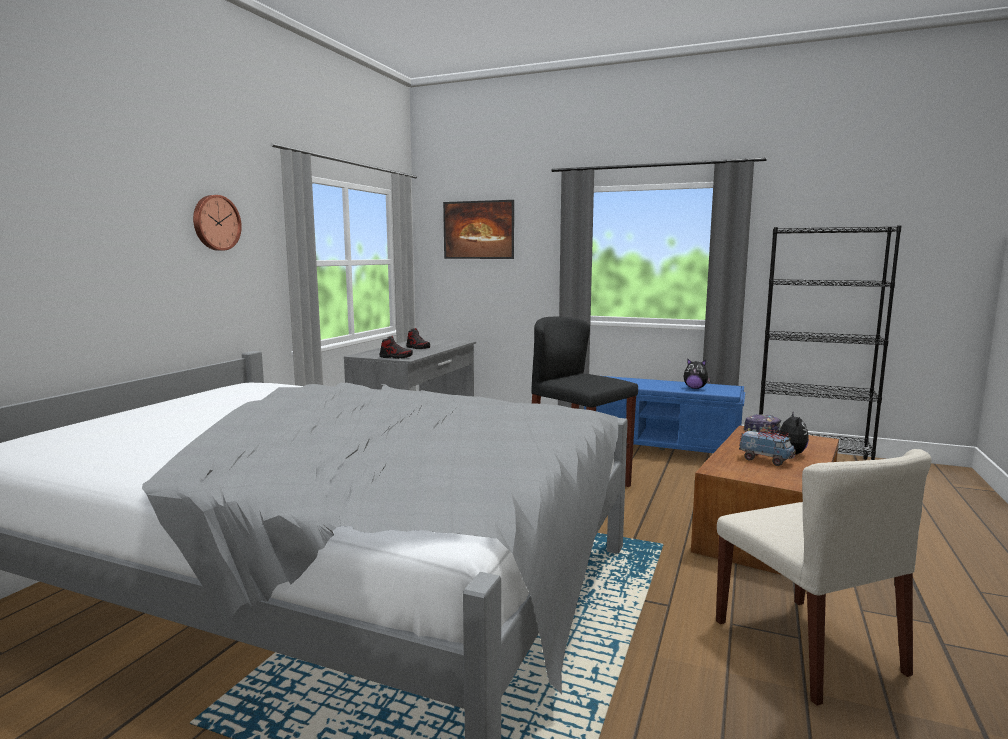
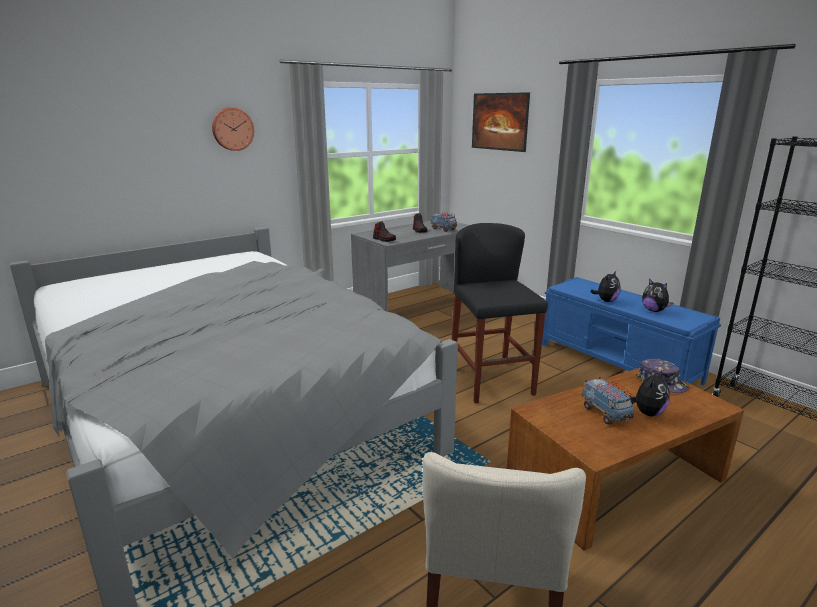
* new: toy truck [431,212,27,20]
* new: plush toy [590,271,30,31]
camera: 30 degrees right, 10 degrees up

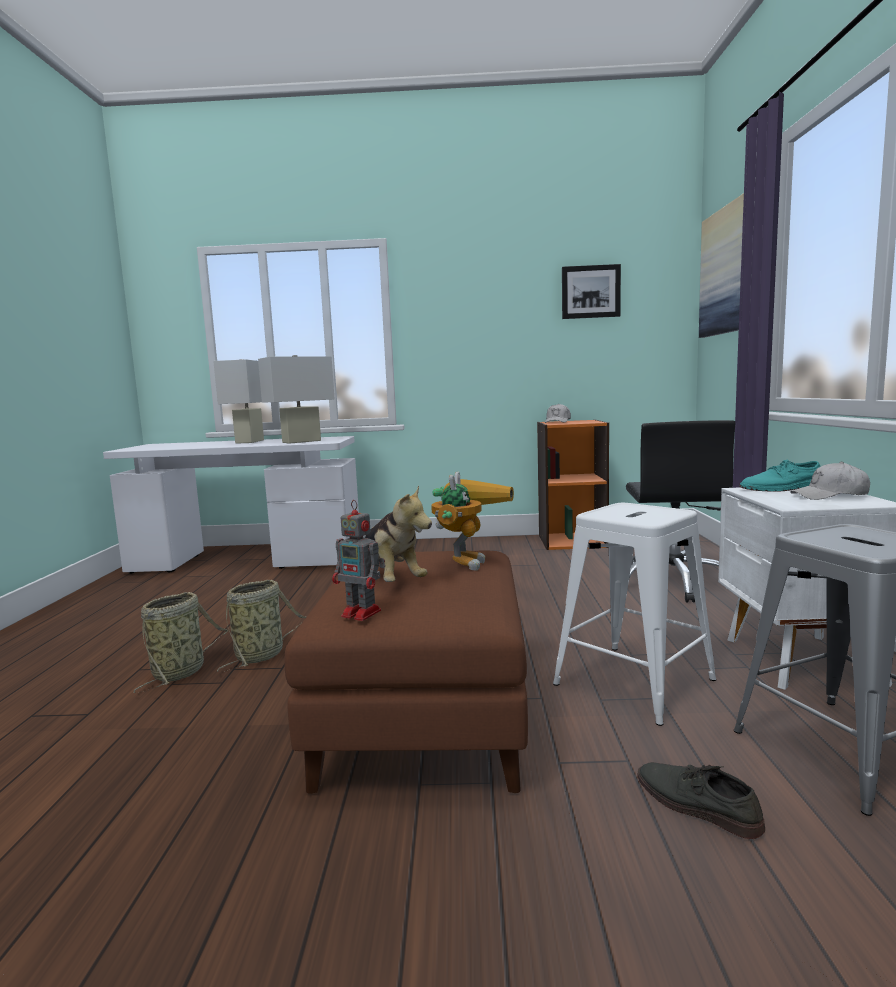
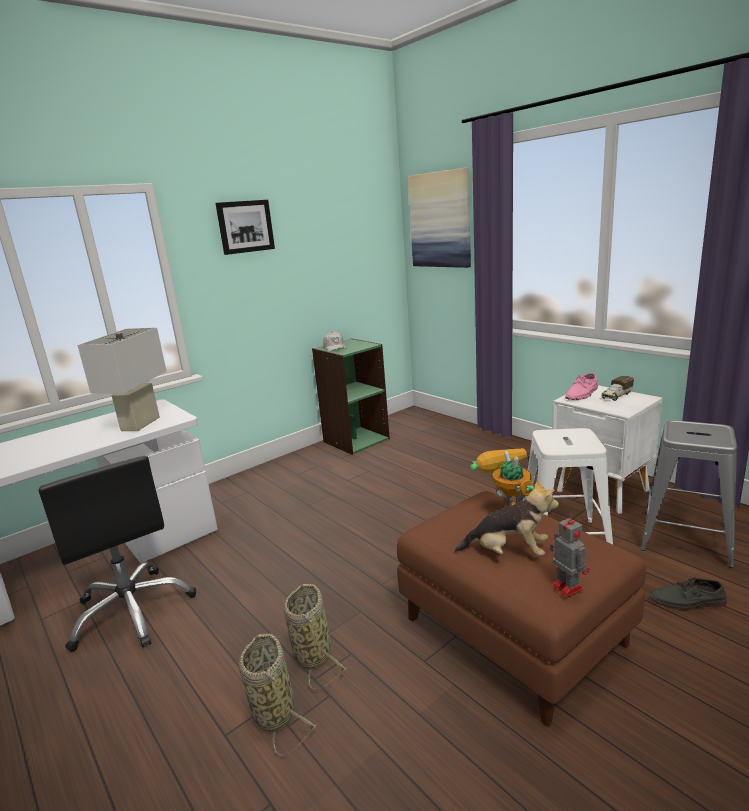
* gone: white table lamp [213,359,51,85]
* rotated: toy robot [332,500,53,121] = [550,513,40,85] 105 degrees counterclockwise
* repainted: orange bookcase [537,420,72,130] to green bookcase [312,338,78,117]
* shifted: picture [562,264,59,55] to [216,200,59,55]
* shifted: black office chair [626,420,109,182] to [38,456,158,196]
* repainted: turquoise shoe [739,460,82,32] to pink shoe [565,373,33,27]
* swapped: white cap [790,462,80,38] to toy truck [601,376,33,25]
camera: 40 degrees left, 10 degrees up

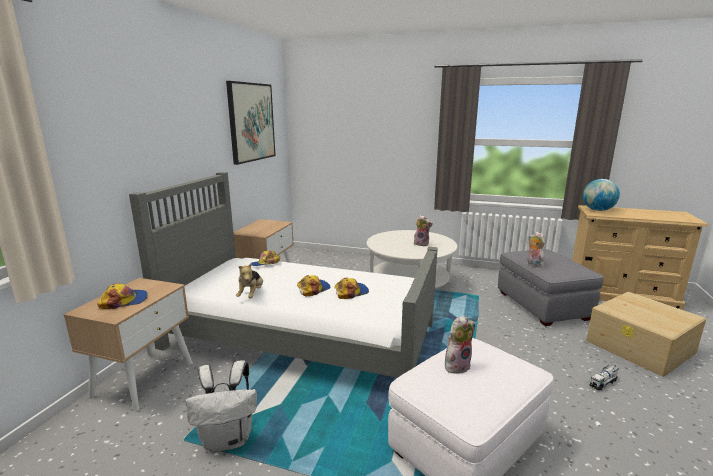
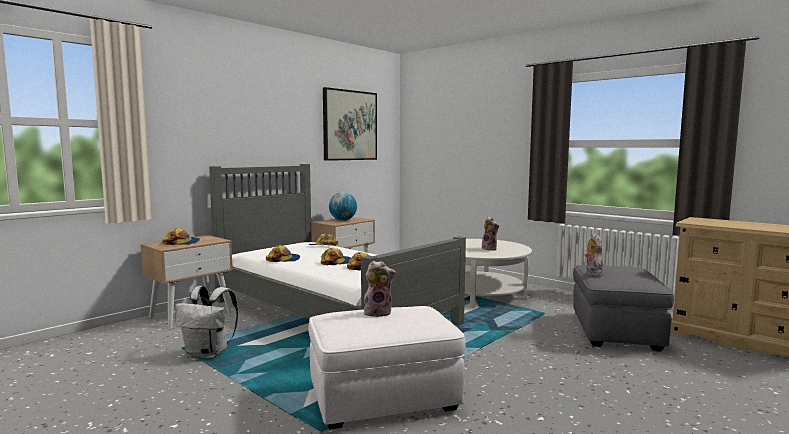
* swapped: plush toy [236,263,27,35] to cap [266,245,34,17]
* shifted: globe [583,179,37,32] to [329,192,28,29]
* gone: beige storage box [586,292,120,85]
* gone: toy truck [589,365,30,26]
camera: 25 degrees right, 10 degrees down

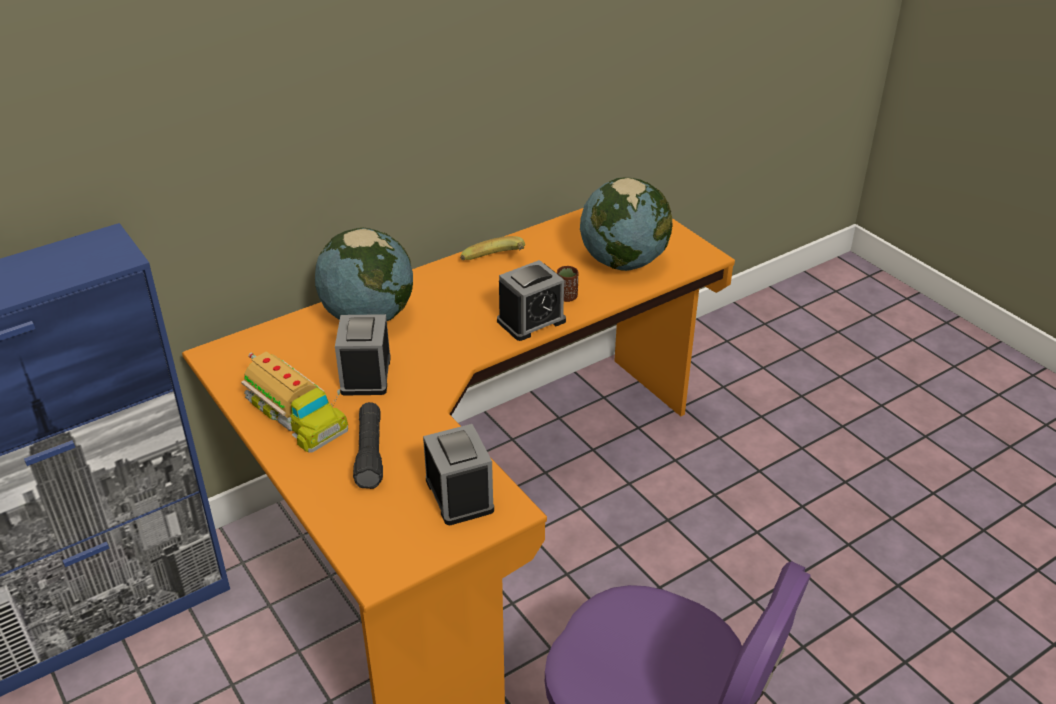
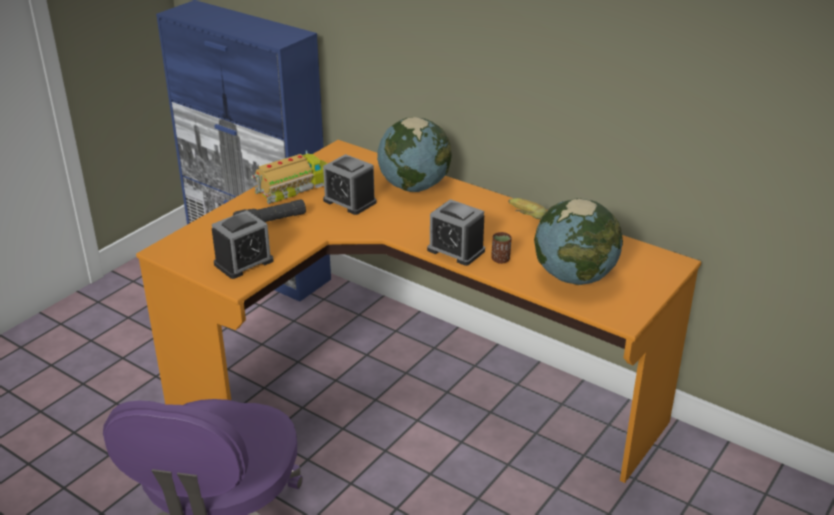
* rotated: toy truck [241,351,107,102] = [251,150,77,54] 150 degrees counterclockwise
* rotated: alarm clock [335,314,56,82] = [323,154,53,61] 120 degrees counterclockwise
camera: 70 degrees right, 5 degrees down

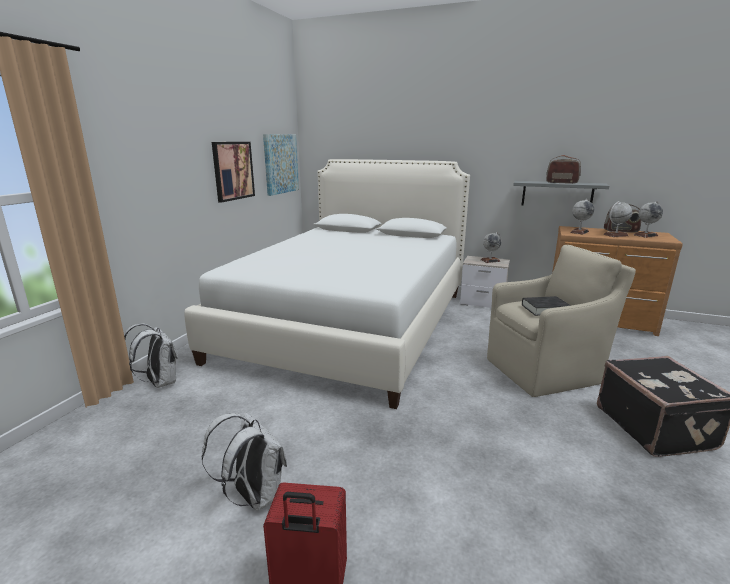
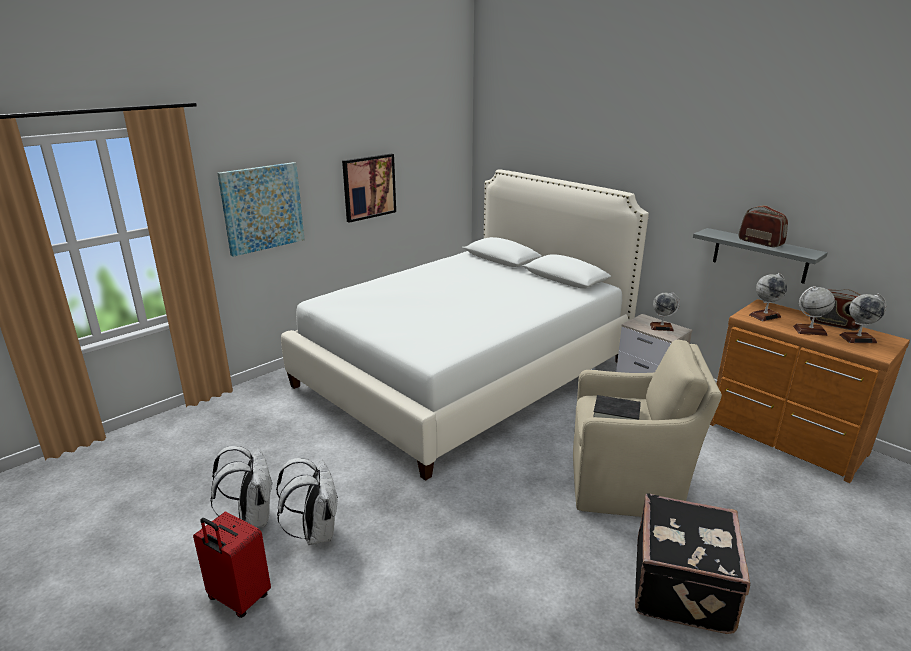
* shifted: white backpack [124,324,54,64] to [276,458,62,87]
* shifted: picture [263,134,36,62] to [218,162,87,95]
camera: 25 degrees right, 5 degrees up

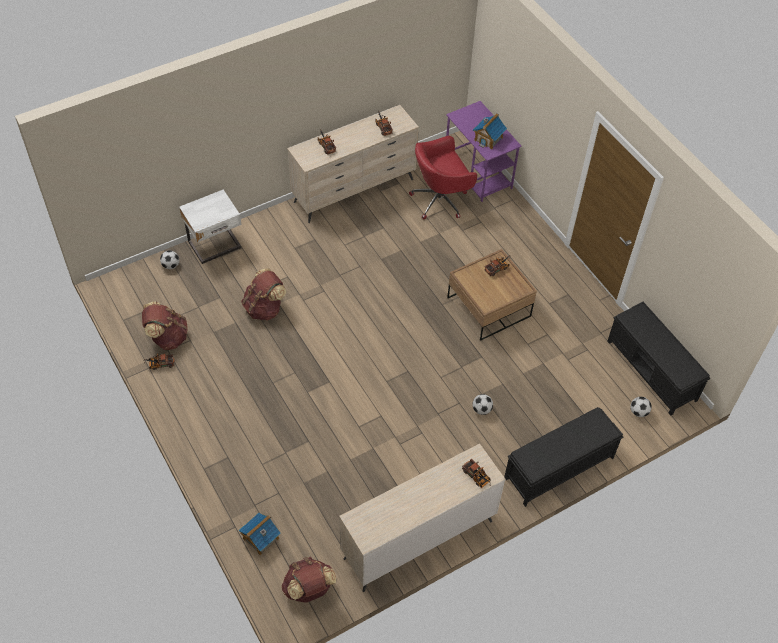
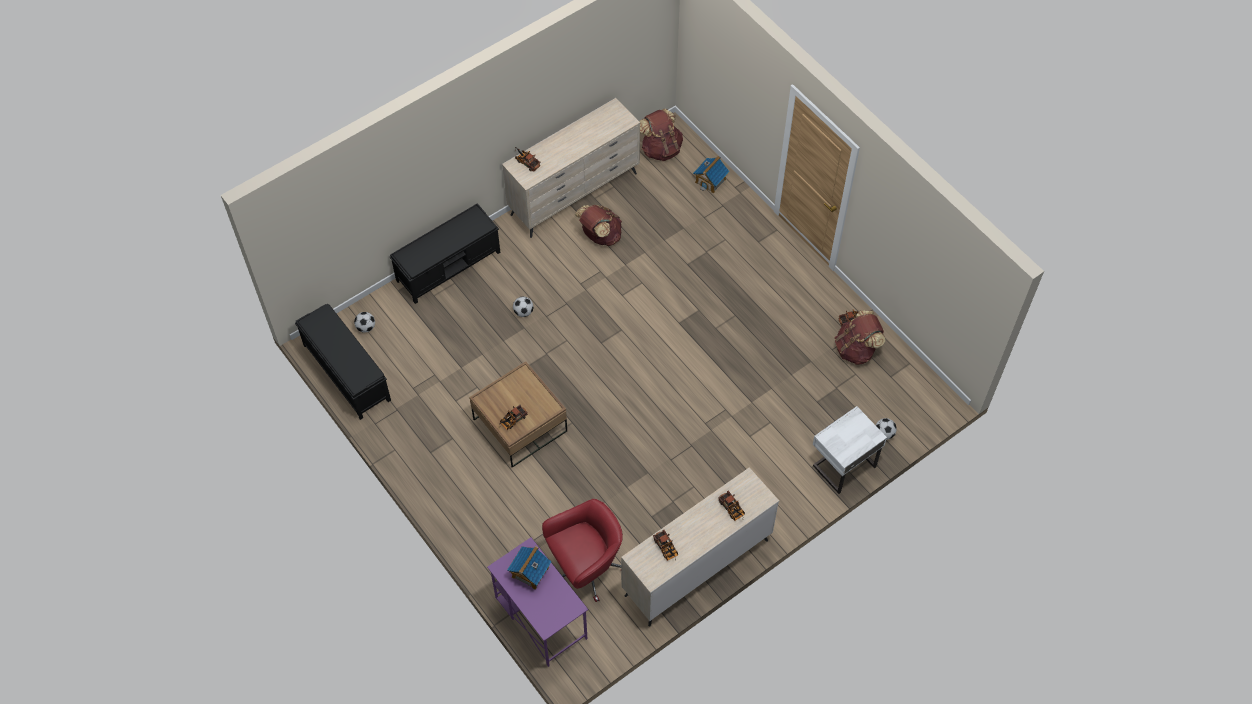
* shifted: brown backpack [241,268,45,53] to [575,205,47,41]
camera: 175 degrees right, 5 degrees up

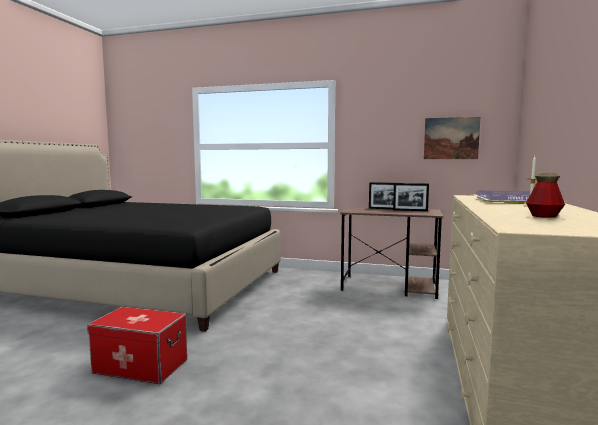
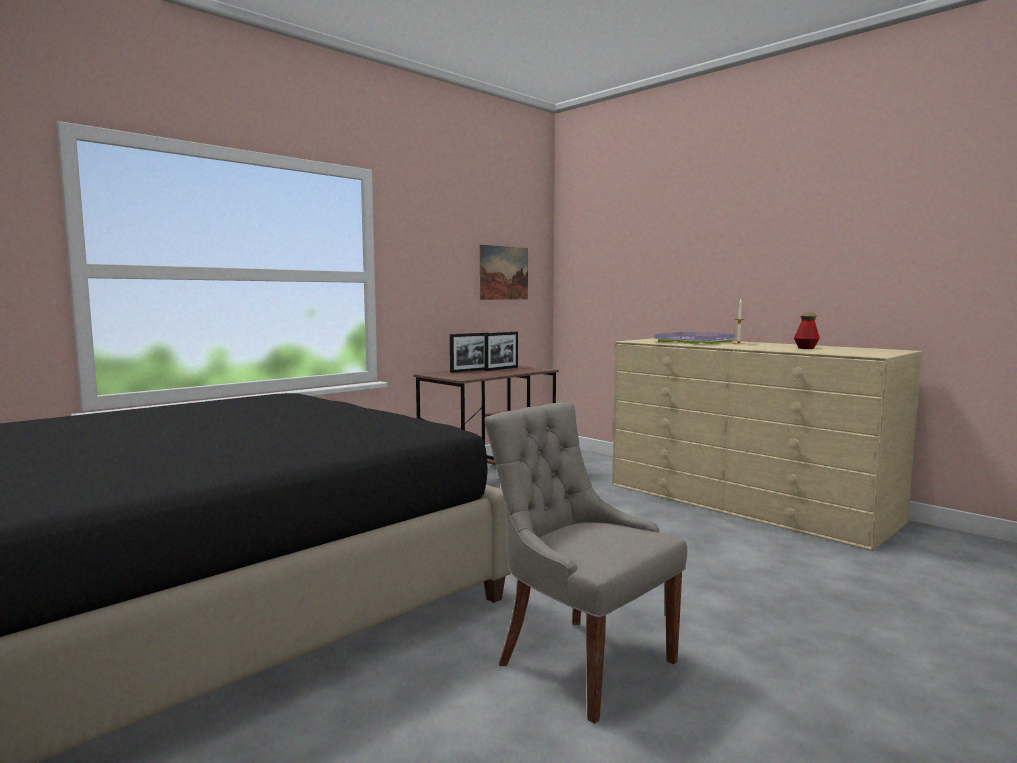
* swapped: storage box [87,307,100,77] to grey chair [484,402,203,322]
camera: 60 degrees left, 0 degrees up

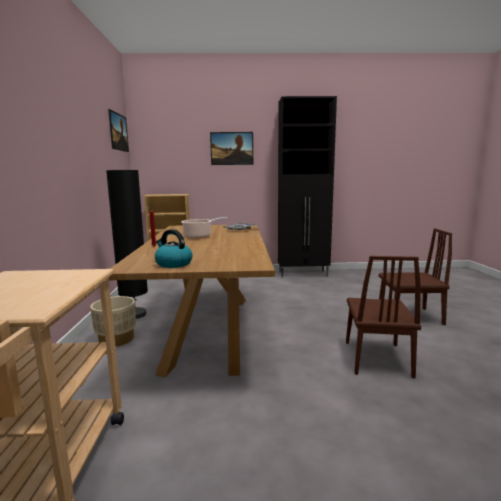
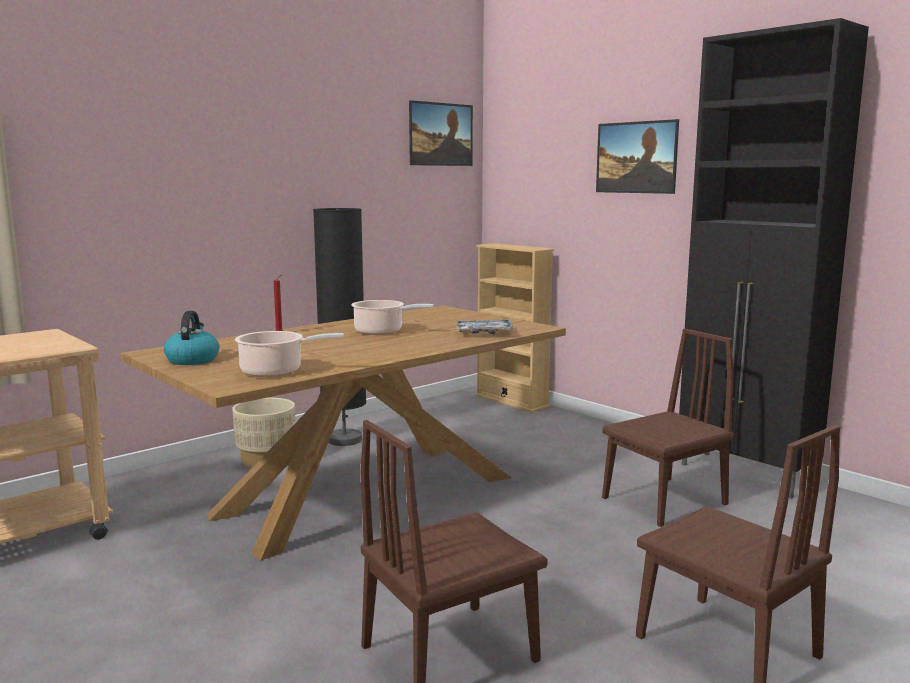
* new: cooking pot [235,331,109,46]
* new: brown chair [602,329,132,198]
camera: 50 degrees right, 0 degrees up

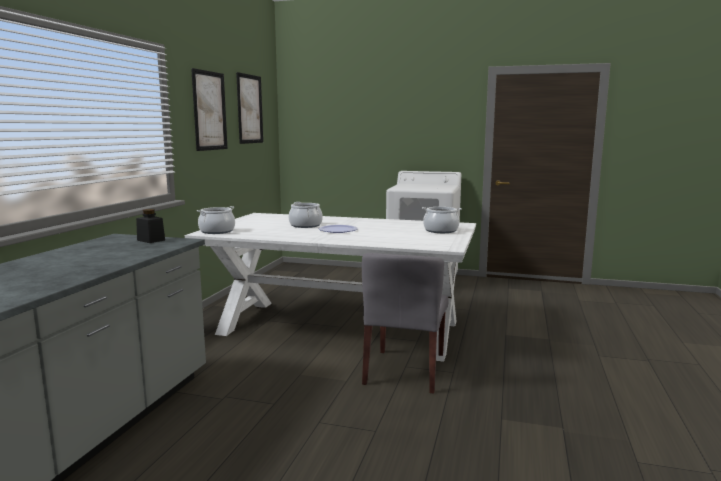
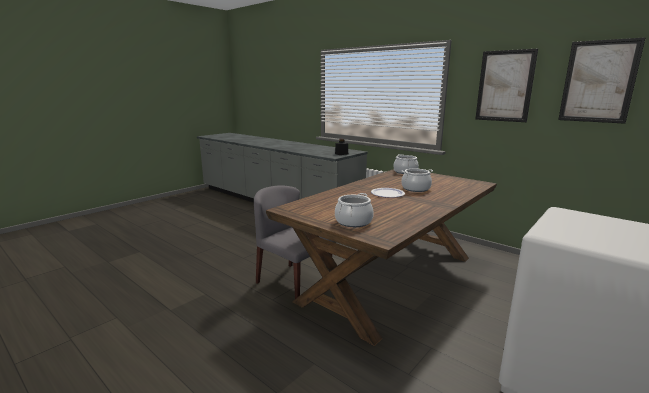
* repainted: white dining table [185,213,291,149] to brown dining table [266,169,231,177]
camera: 115 degrees right, 5 degrees up

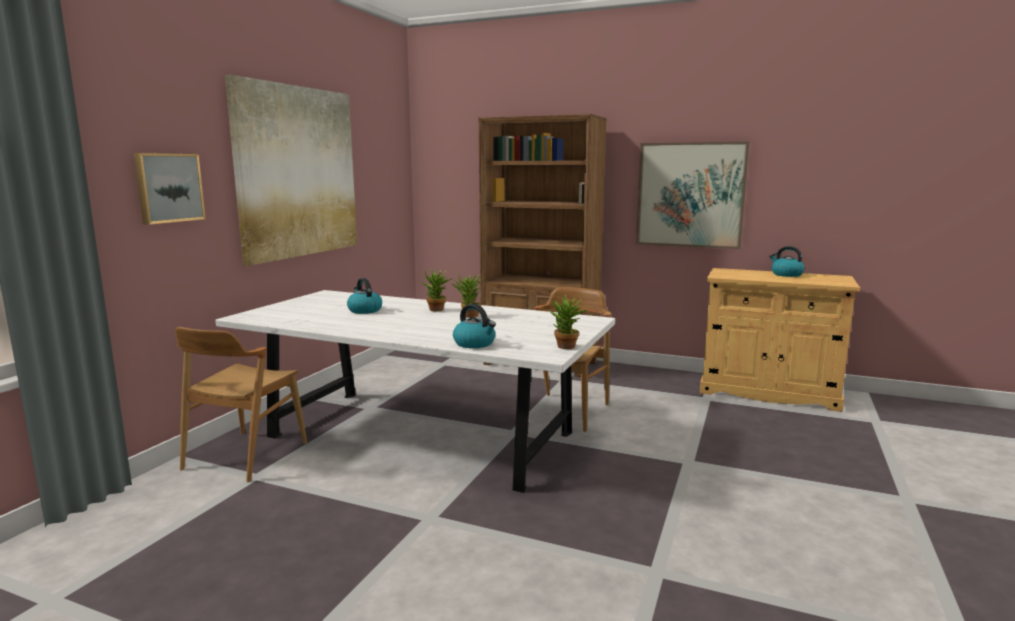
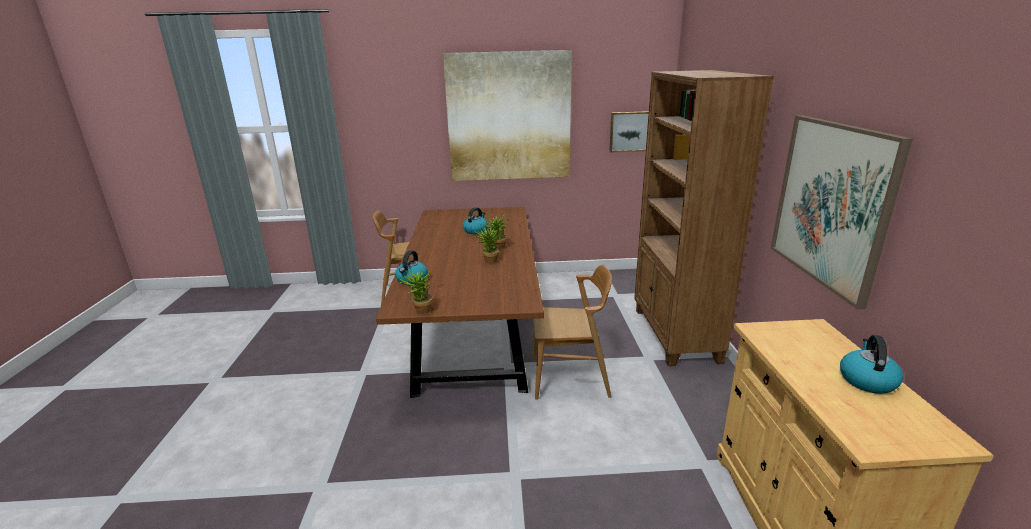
* shifted: picture [134,153,72,72] to [609,111,40,42]
* repainted: white dining table [215,290,400,203] to brown dining table [376,207,168,191]
camera: 65 degrees right, 10 degrees up

